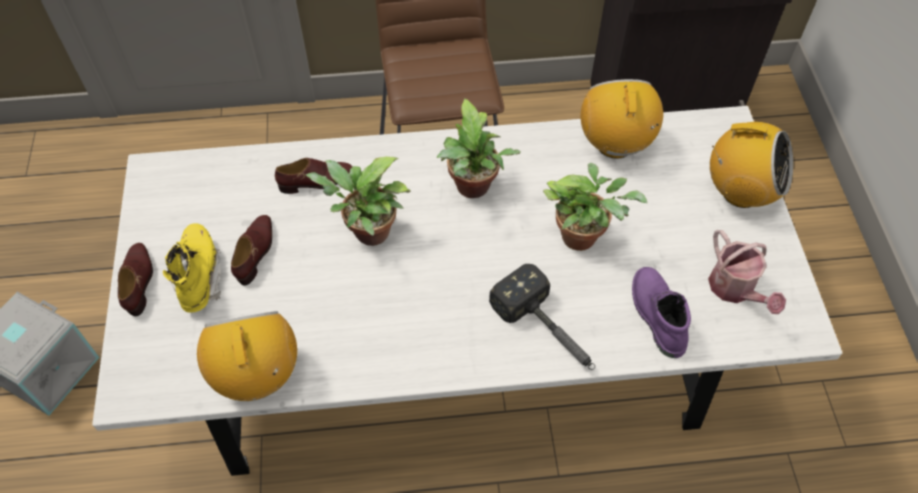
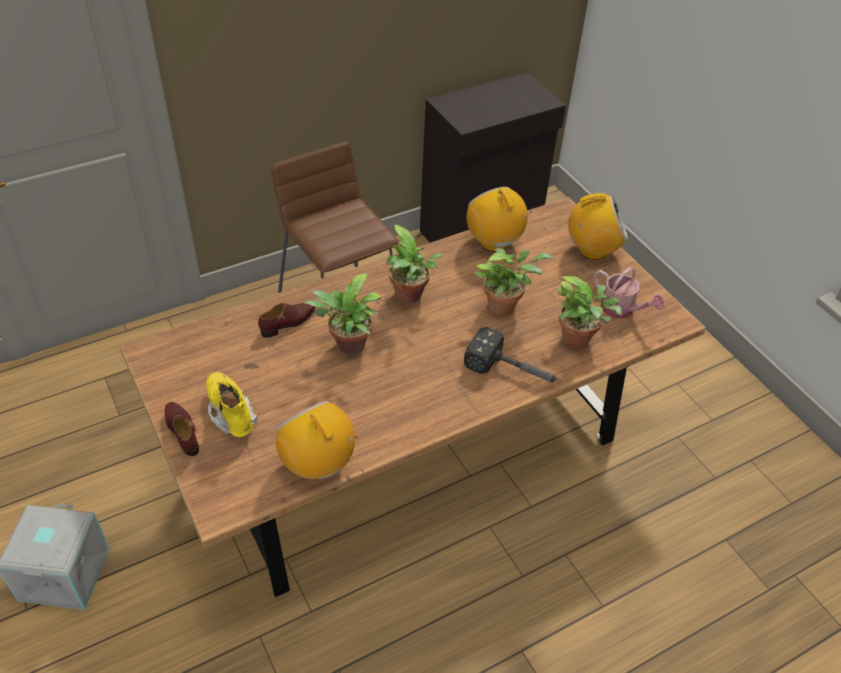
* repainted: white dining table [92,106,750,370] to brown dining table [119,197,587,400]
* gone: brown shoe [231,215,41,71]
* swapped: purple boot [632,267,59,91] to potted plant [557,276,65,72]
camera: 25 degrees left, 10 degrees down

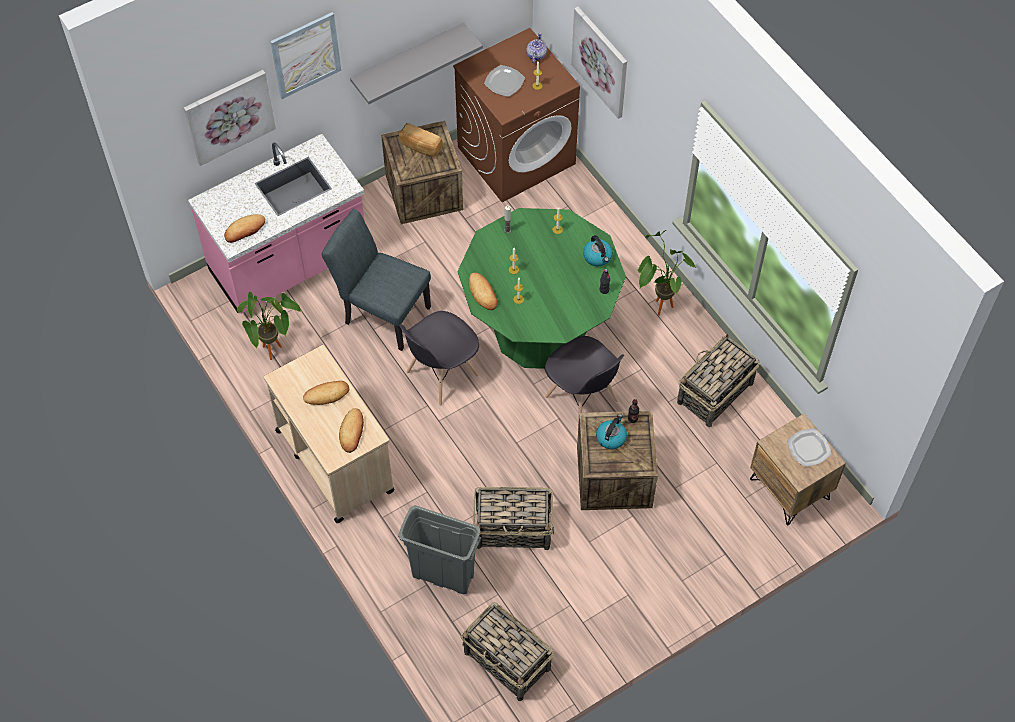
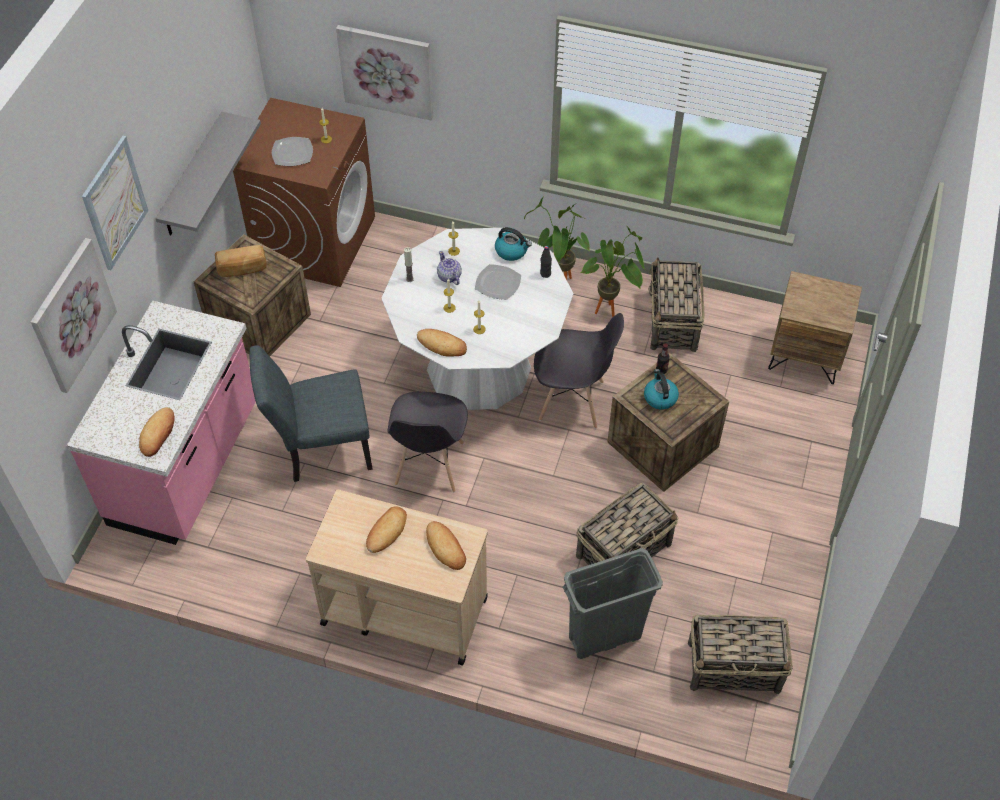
* shifted: potted plant [237,292,64,68] to [580,226,65,92]
* repainted: green dining table [458,208,168,161] to white dining table [381,228,192,182]
* shifted: teapot [526,33,21,30] to [437,251,25,34]
* shifted: plate [787,428,45,39] to [475,264,46,36]
camera: 40 degrees left, 5 degrees down

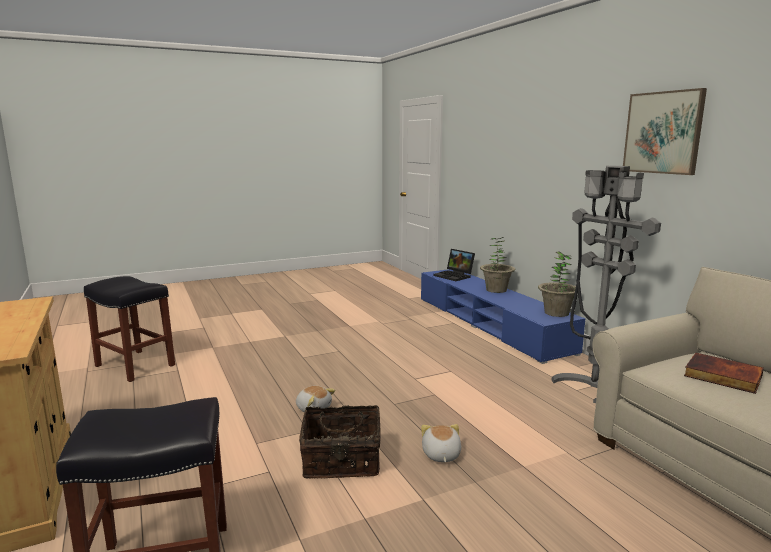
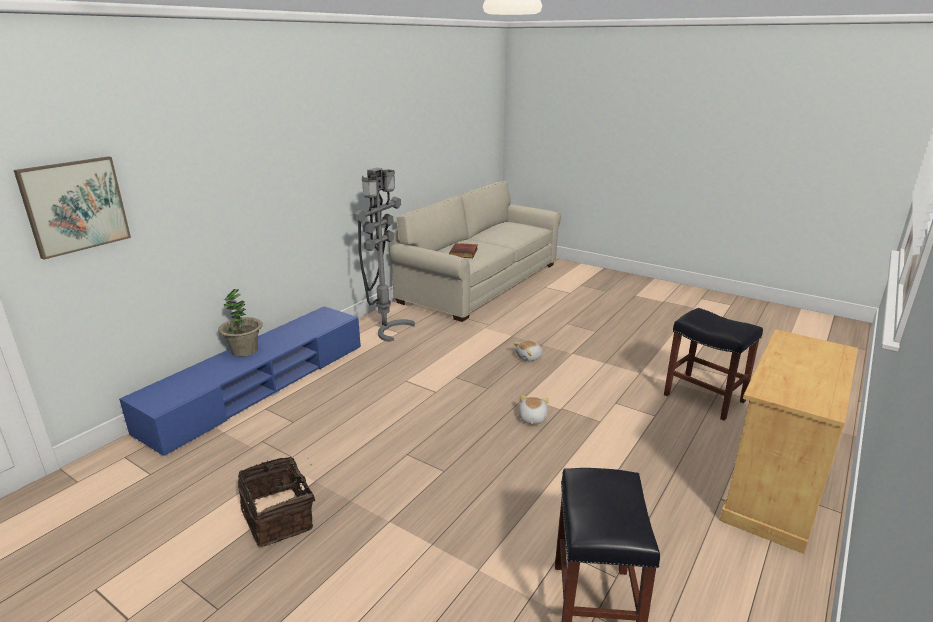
* shifted: basket [299,405,82,74] to [238,457,77,90]
* gone: laptop [434,249,41,32]
* gone: potted plant [538,251,38,66]
* shifted: picture [623,88,84,87] to [14,156,117,104]
camera: 120 degrees left, 10 degrees up

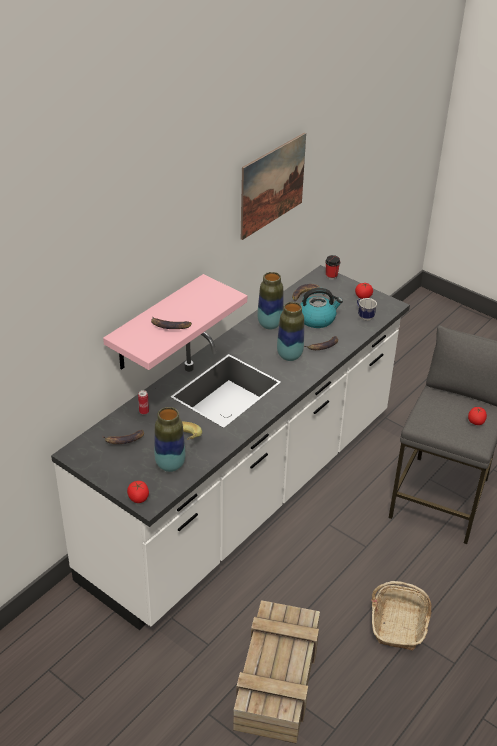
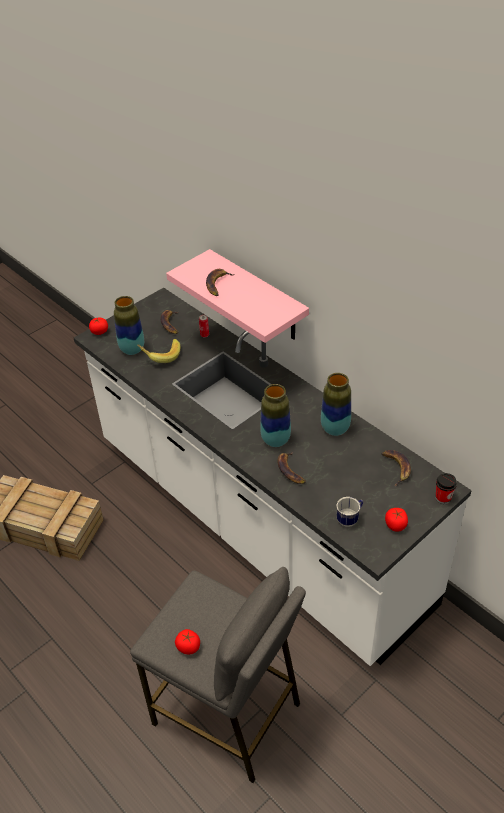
* gone: picture [241,133,65,107]
* gone: kettle [300,288,43,40]
* gone: basket [371,581,60,70]
camera: 100 degrees right, 5 degrees up

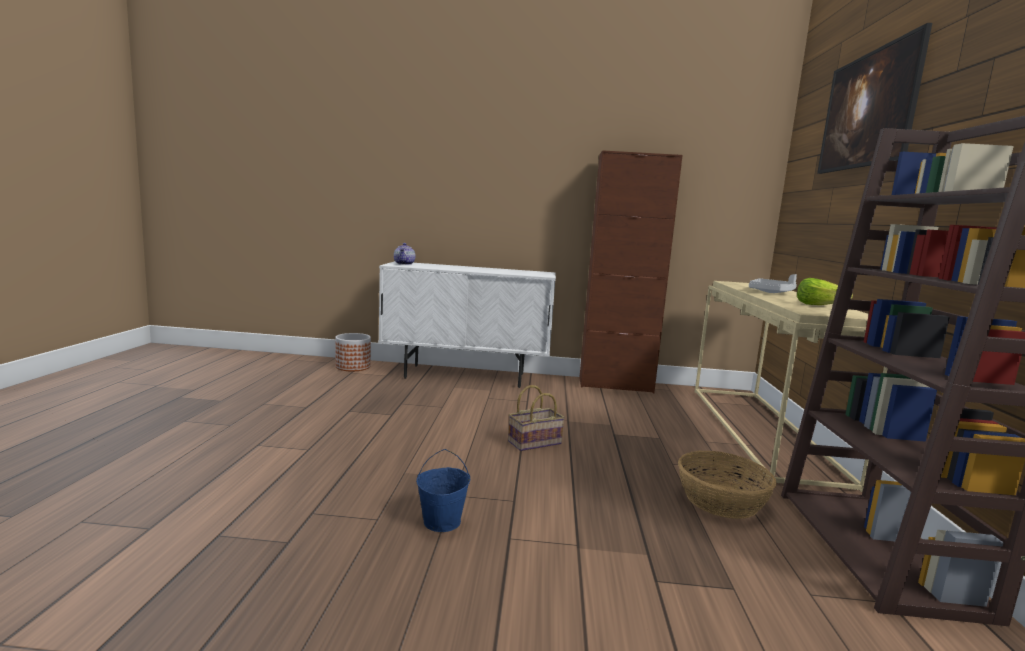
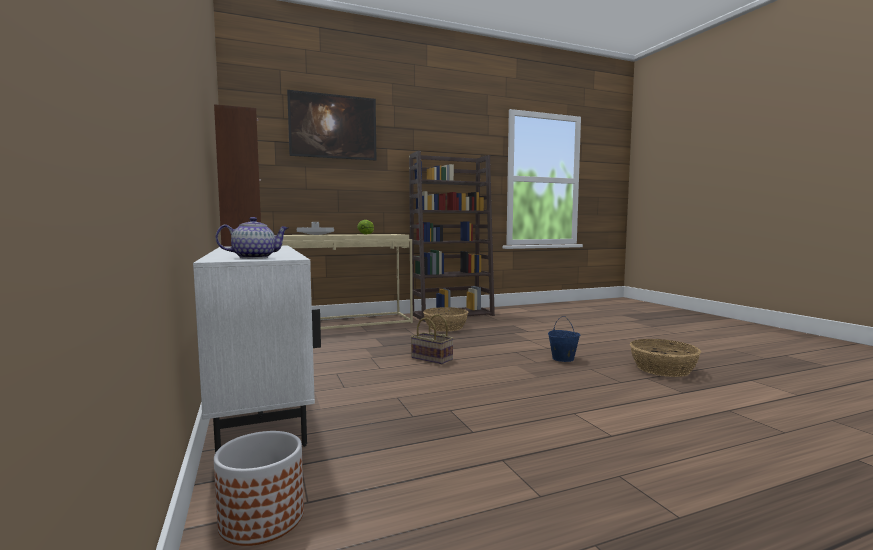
* new: basket [630,339,71,38]
camera: 115 degrees left, 5 degrees down

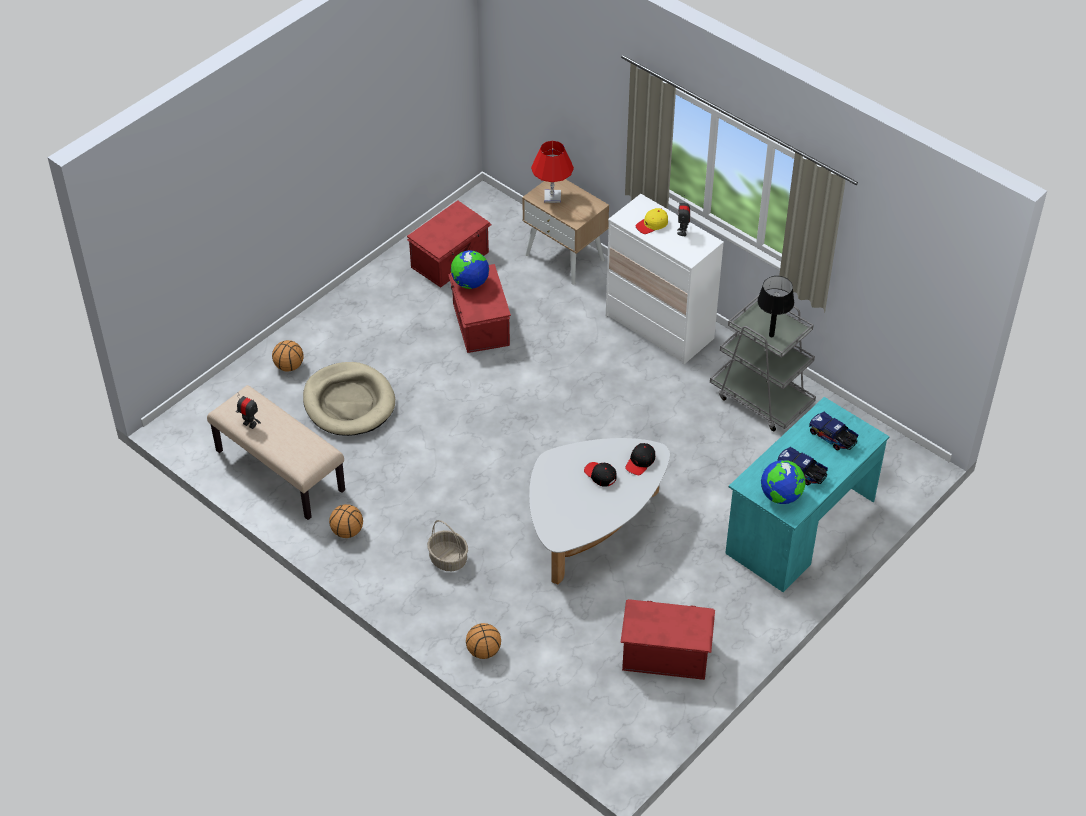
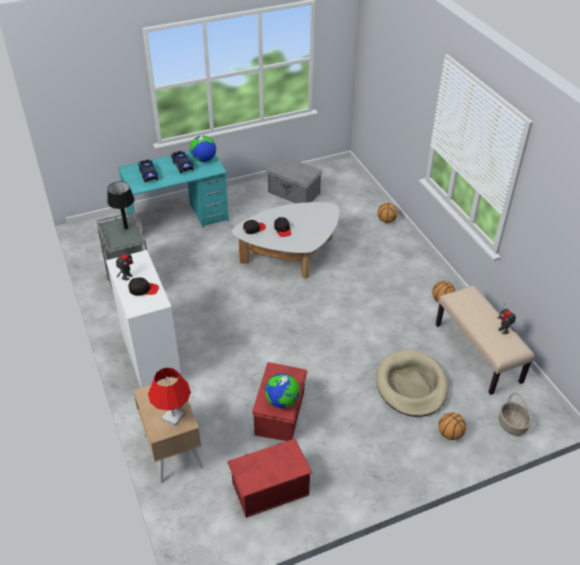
* shifted: basket [427,520,41,51] to [499,393,33,43]
* repainted: red storage box [620,599,95,81] to grey storage box [265,156,57,47]
* repainted: yellow cap [635,208,33,26] to black cap [128,277,31,19]
camera: 155 degrees left, 5 degrees down

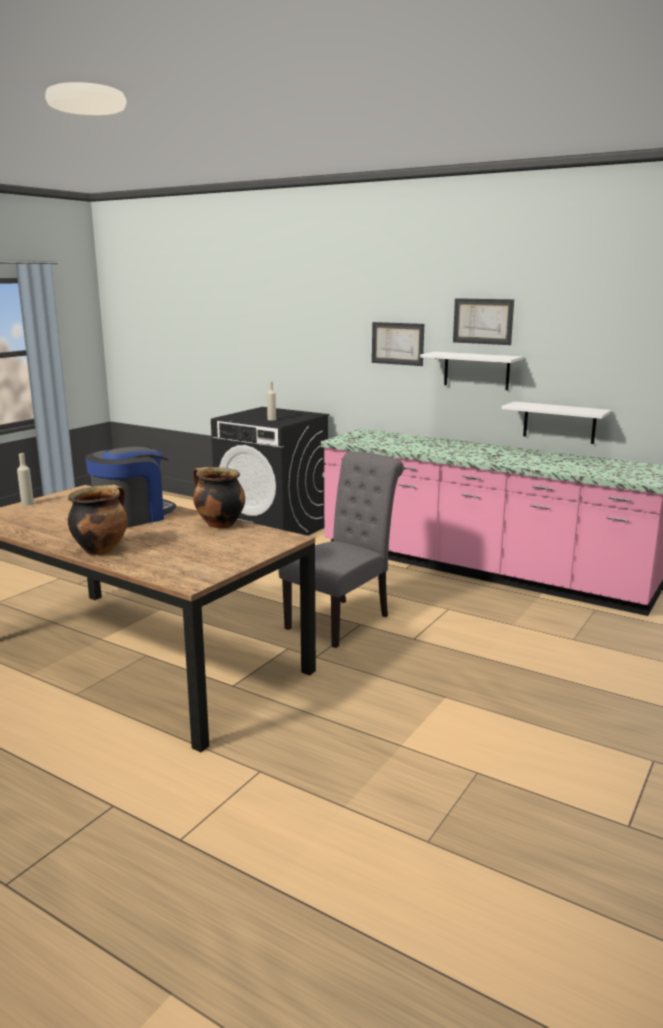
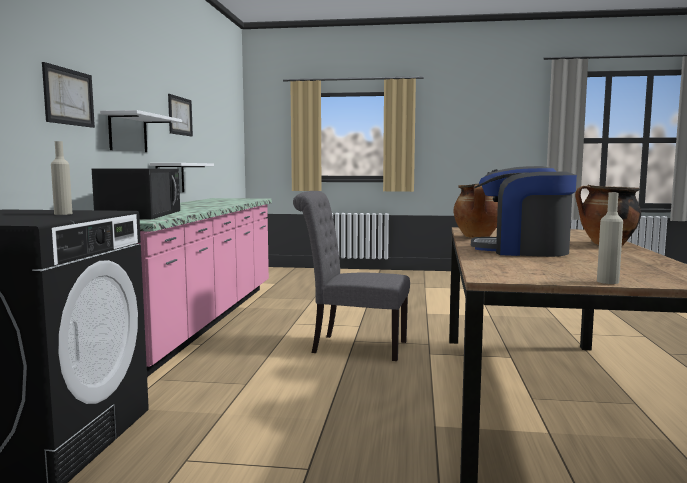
* shifted: picture [453,298,61,47] to [168,94,25,42]
* new: black microwave [92,169,88,50]
camera: 115 degrees left, 10 degrees down

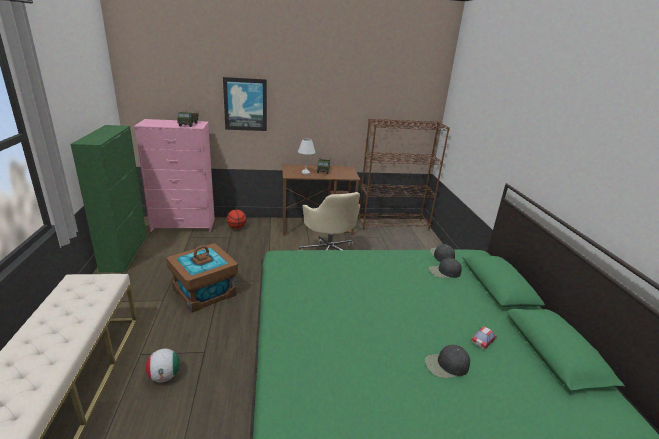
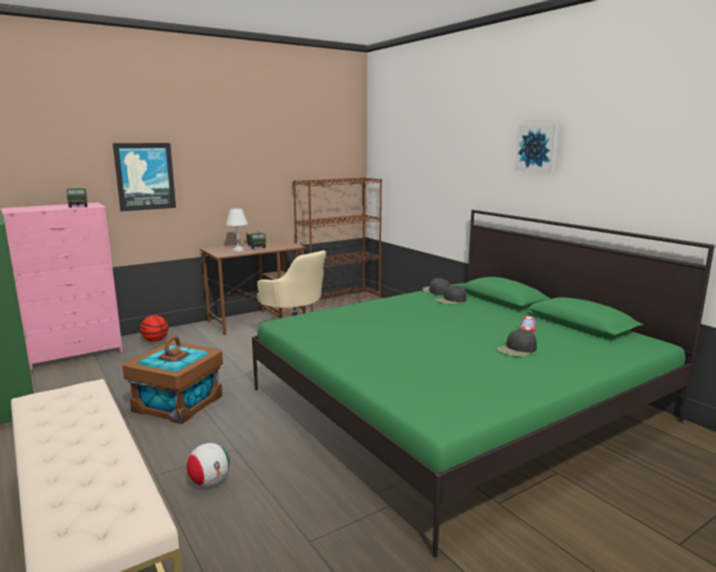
* new: picture [515,124,45,49]
camera: 25 degrees left, 10 degrees down

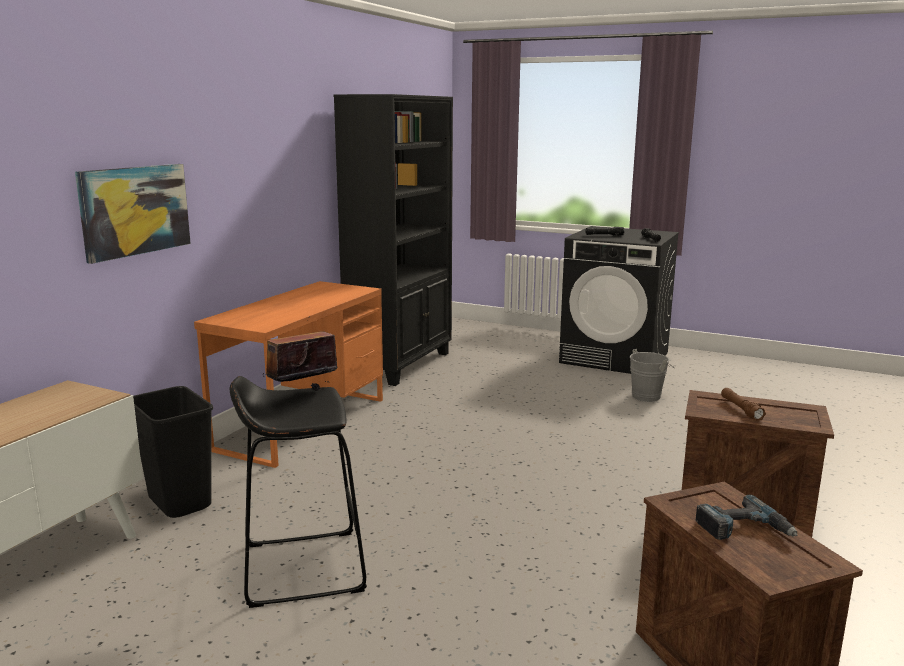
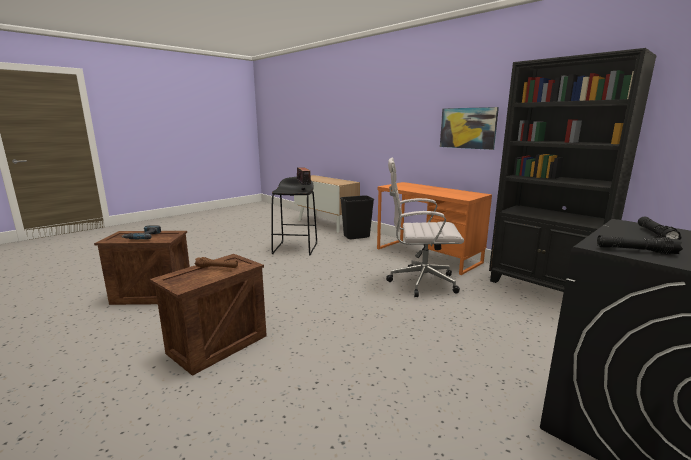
* shifted: picture [75,164,116,100] to [440,107,59,43]
* gone: grey bucket [630,349,45,53]
* new: white office chair [386,157,78,140]
camera: 110 degrees right, 0 degrees up

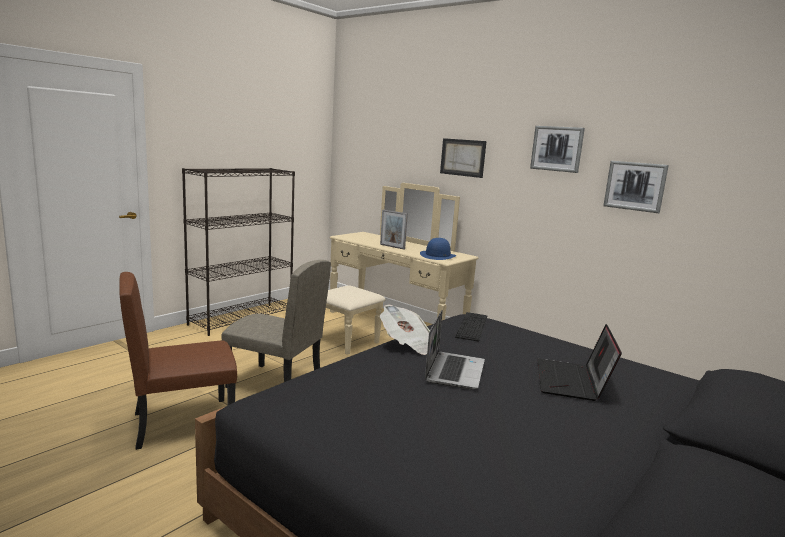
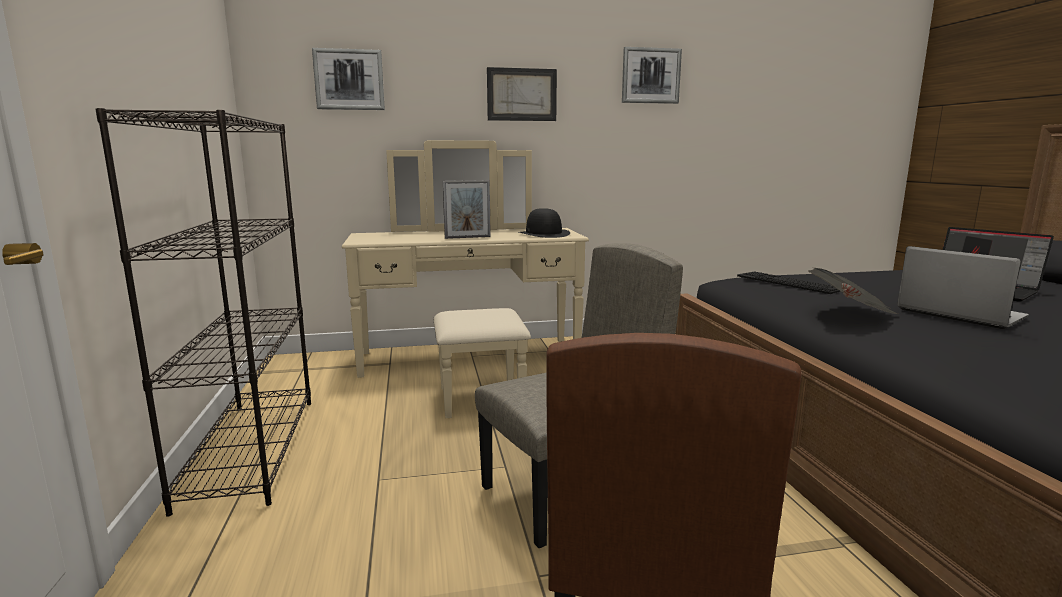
* repainted: blue hat [420,238,36,22] to black hat [519,208,51,30]
* shifted: picture [603,161,66,52] to [312,48,73,62]
camera: 50 degrees left, 0 degrees up

